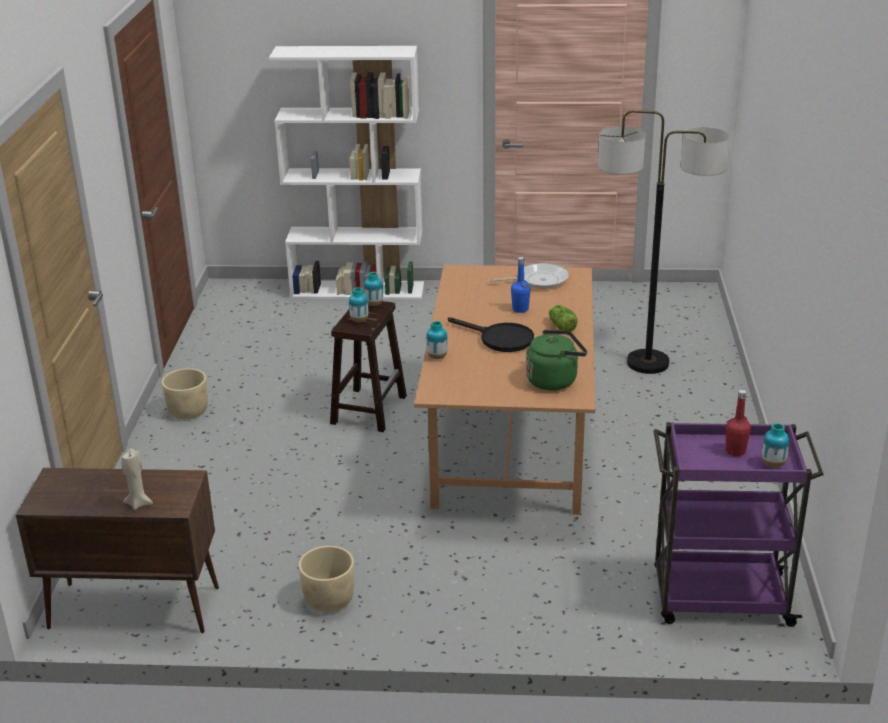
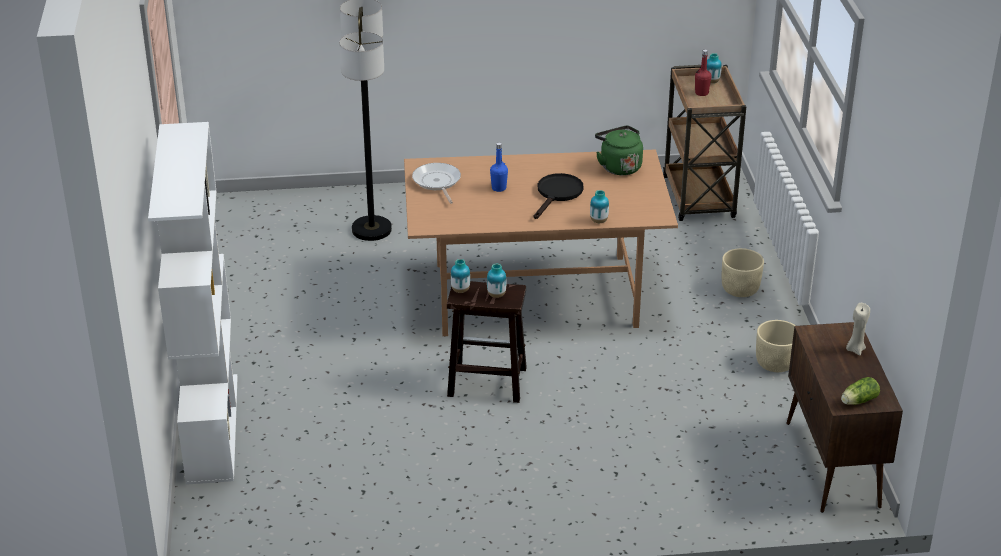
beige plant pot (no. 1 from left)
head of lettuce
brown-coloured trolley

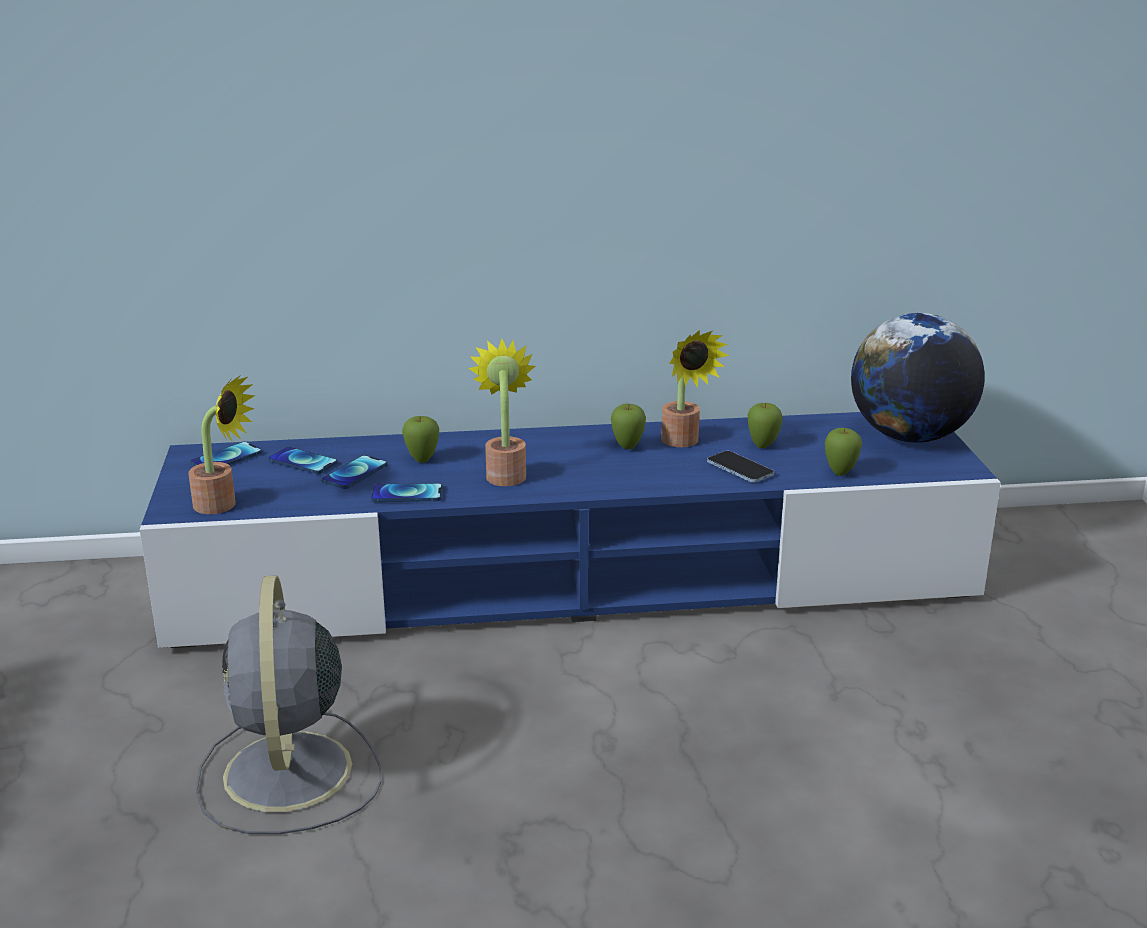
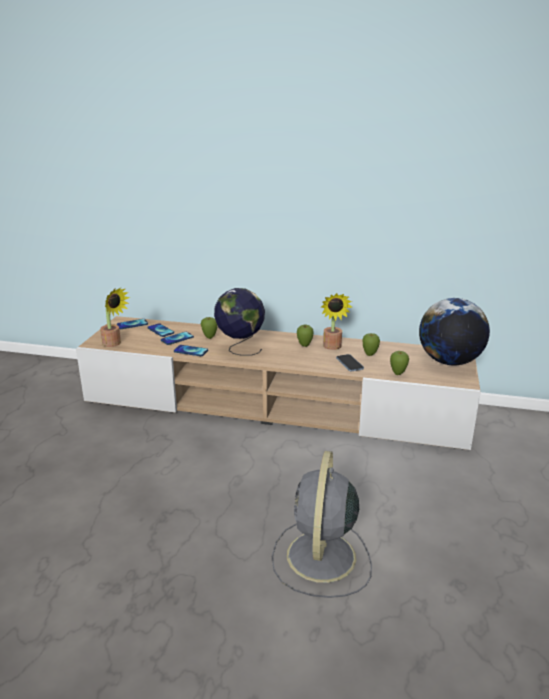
beige media console
greyish fan
world globe (no. 1 from left)

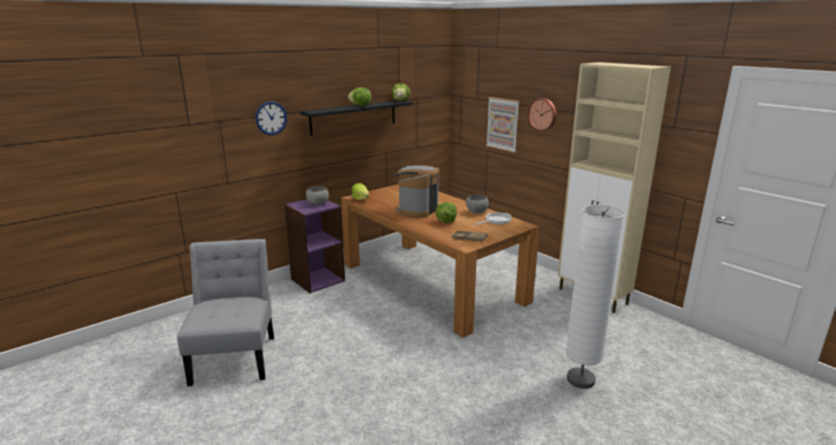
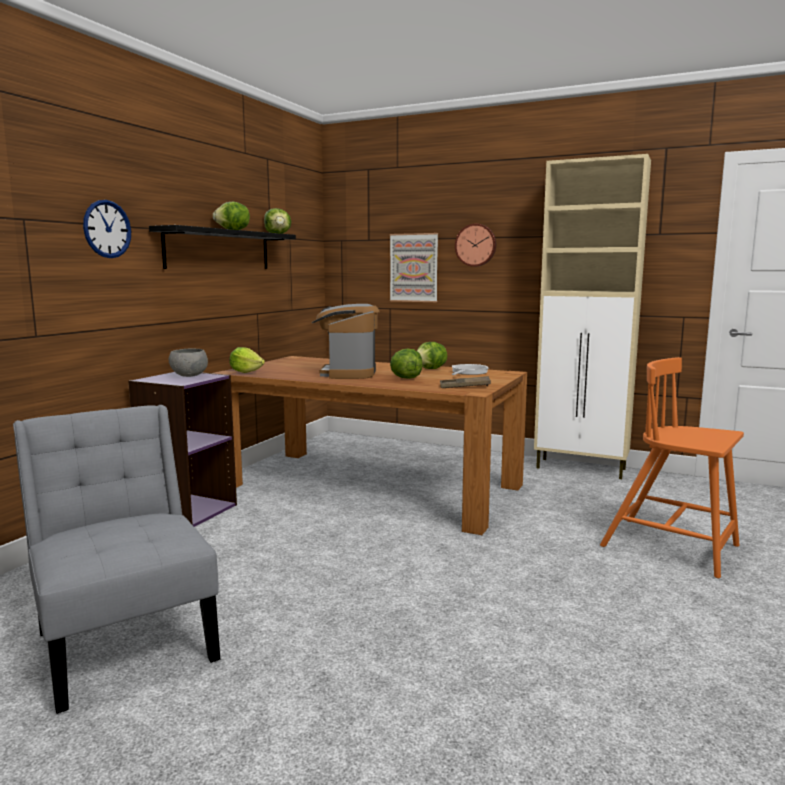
head of lettuce (no. 5 from left)
orange-coloured plain chair

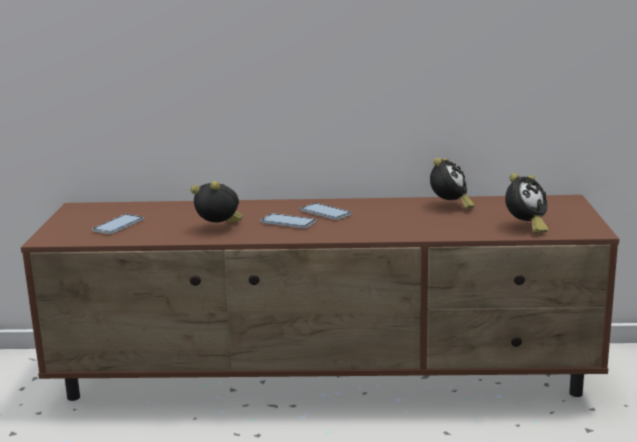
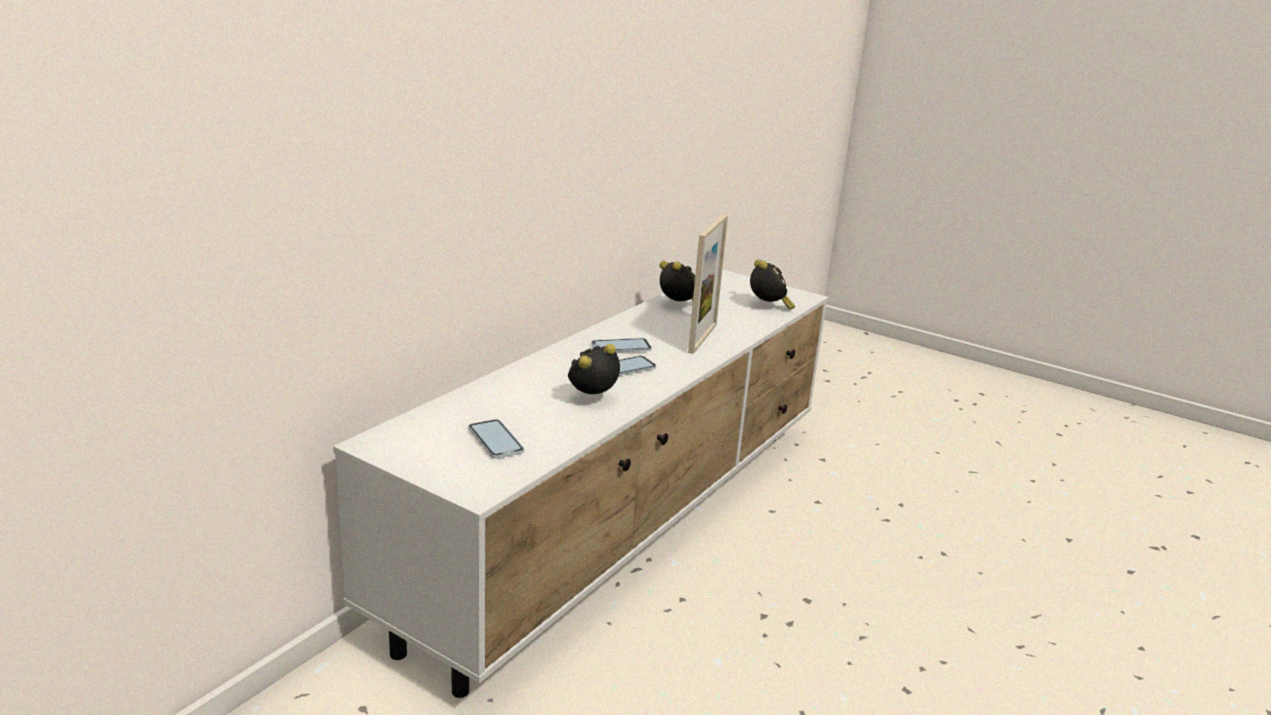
whitish media console
photo frame

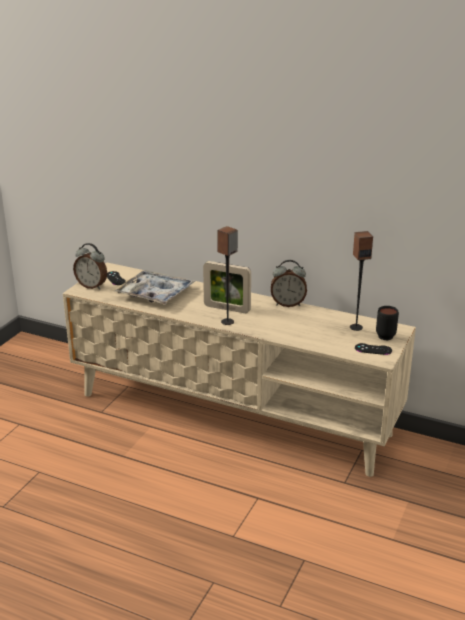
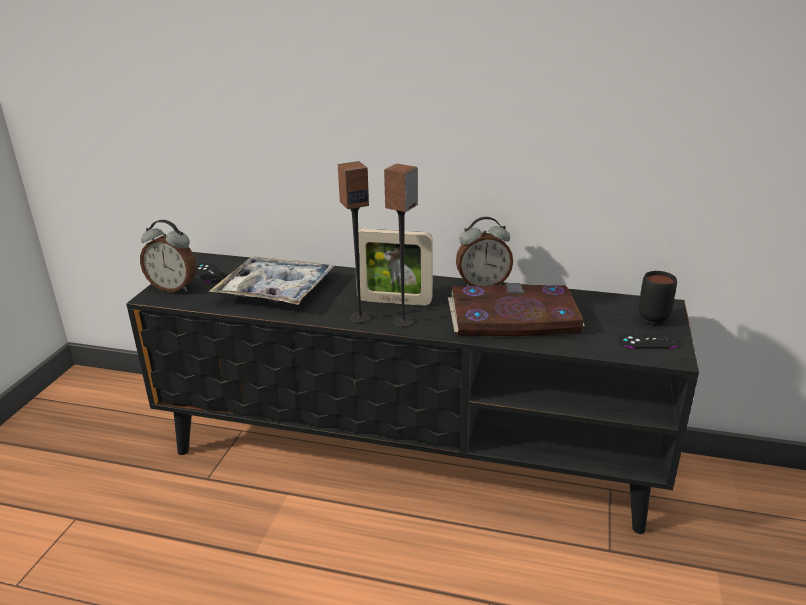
blackish media console
loudspeaker (no. 1 from left)
volume

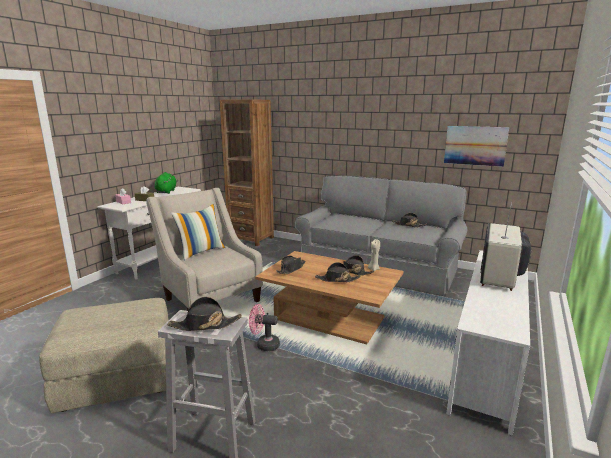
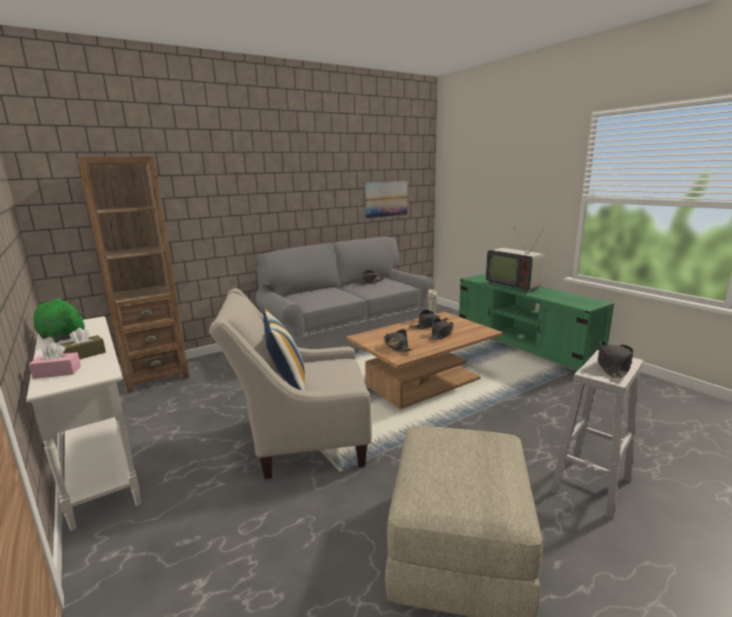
pinkish fan
green media console

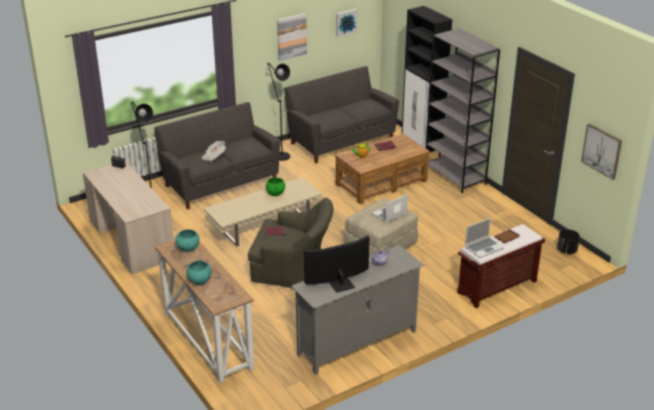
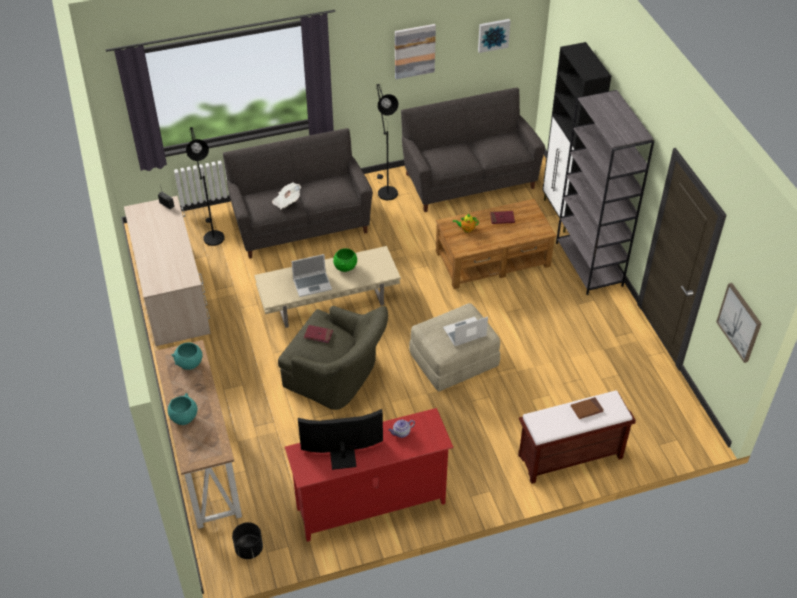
red media console
notebook computer (no. 1 from left)
blackish plant pot

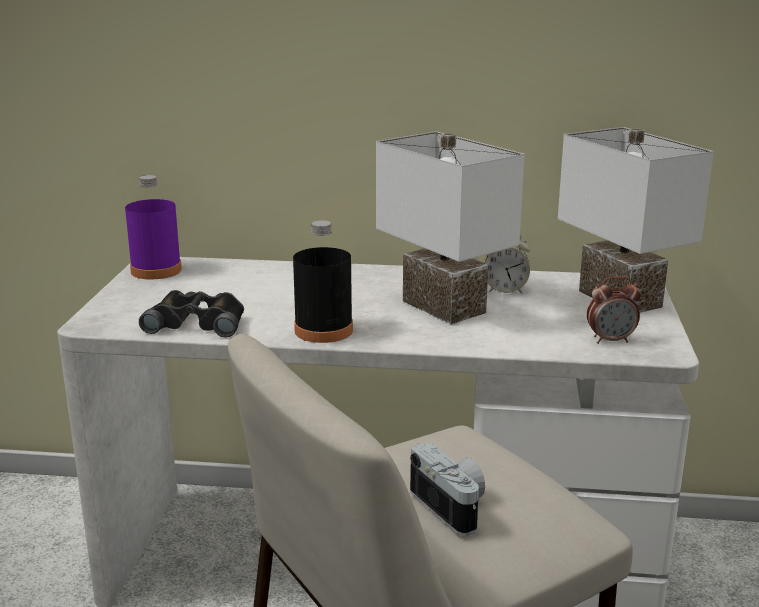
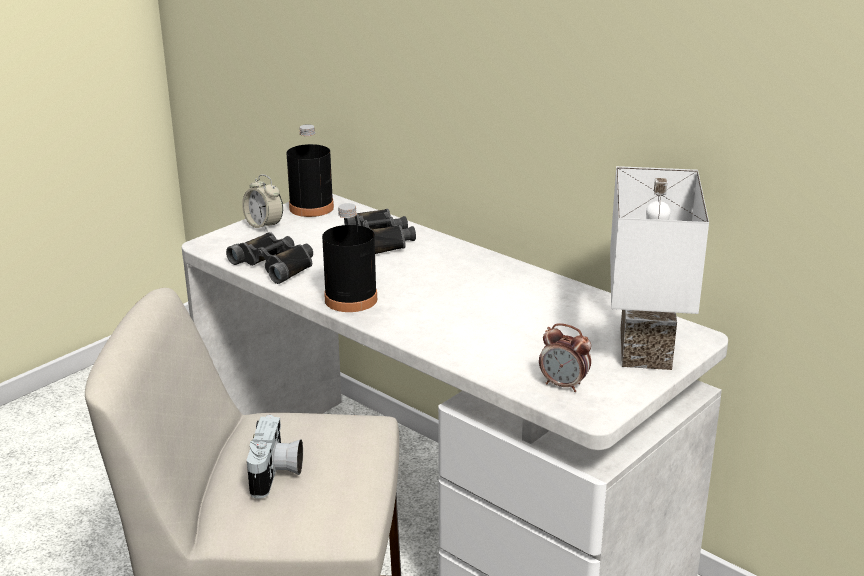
blackish bottle (no. 1 from left)
whitish table lamp (no. 1 from left in the first image)
table clock (no. 1 from left)
blackish field glasses (no. 2 from left)

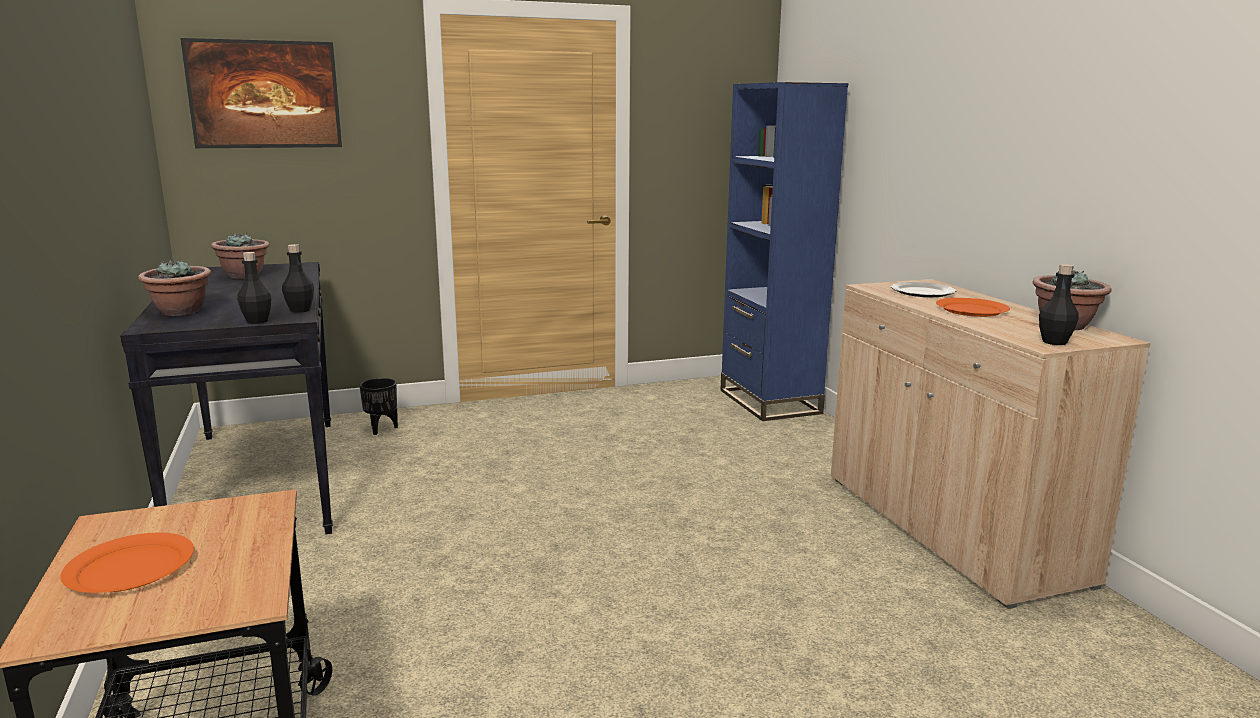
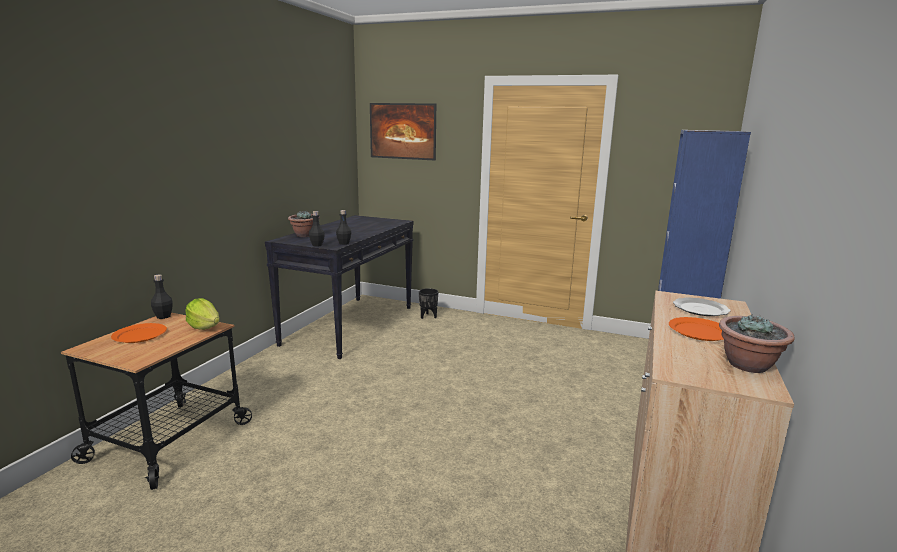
potted plant (no. 2 from left in the first image)
blackish bottle (no. 1 from left)
head of lettuce

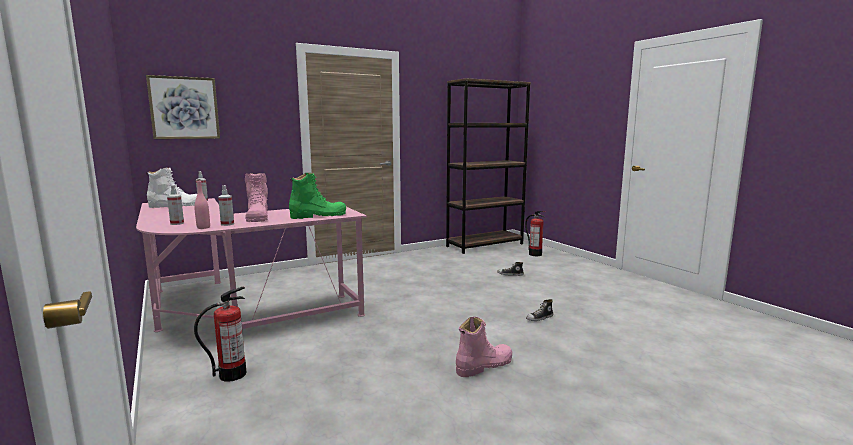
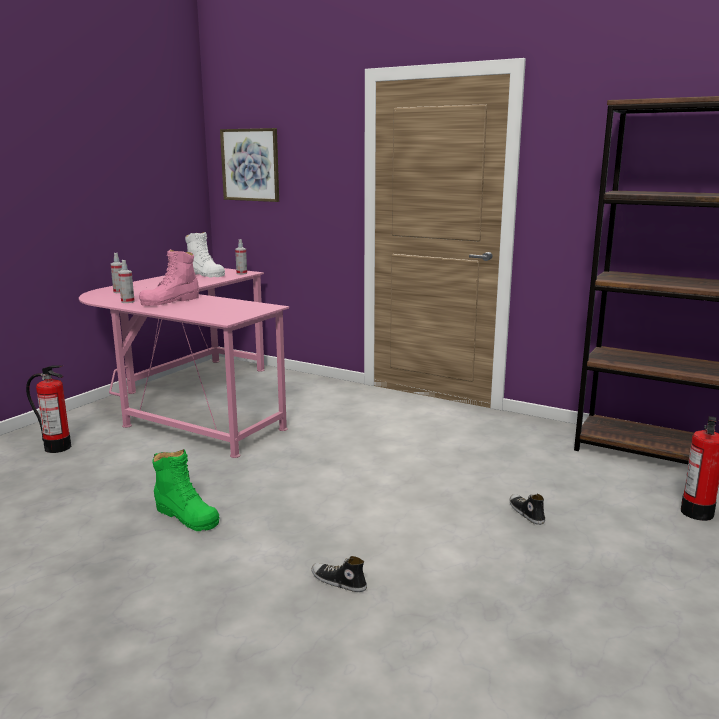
pinkish bottle
green boot
pinkish boot (no. 2 from left in the first image)

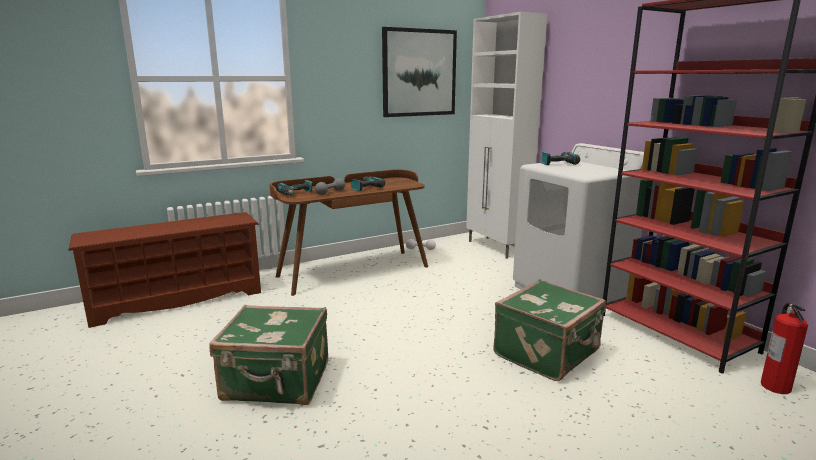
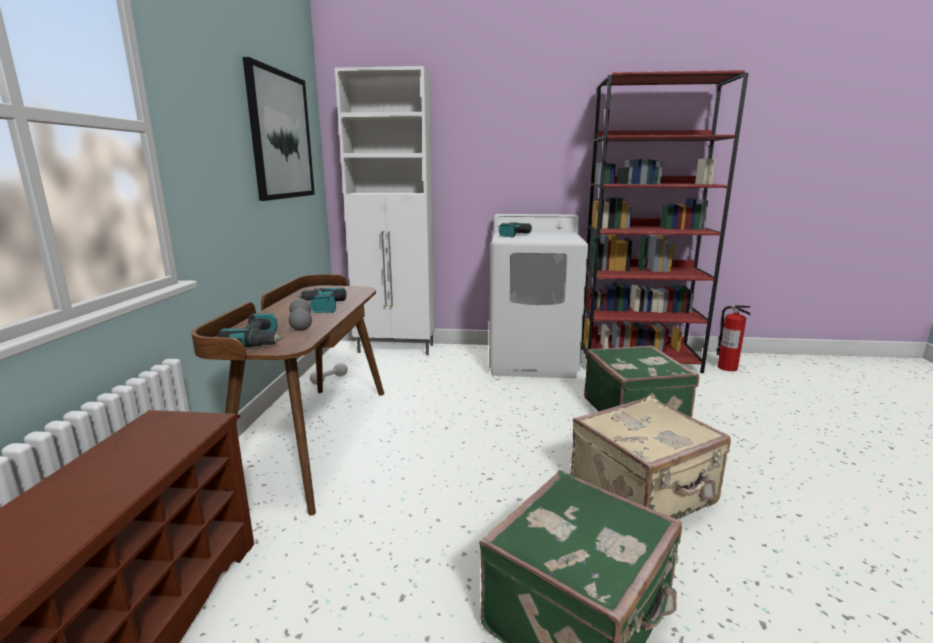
beige piece of luggage

